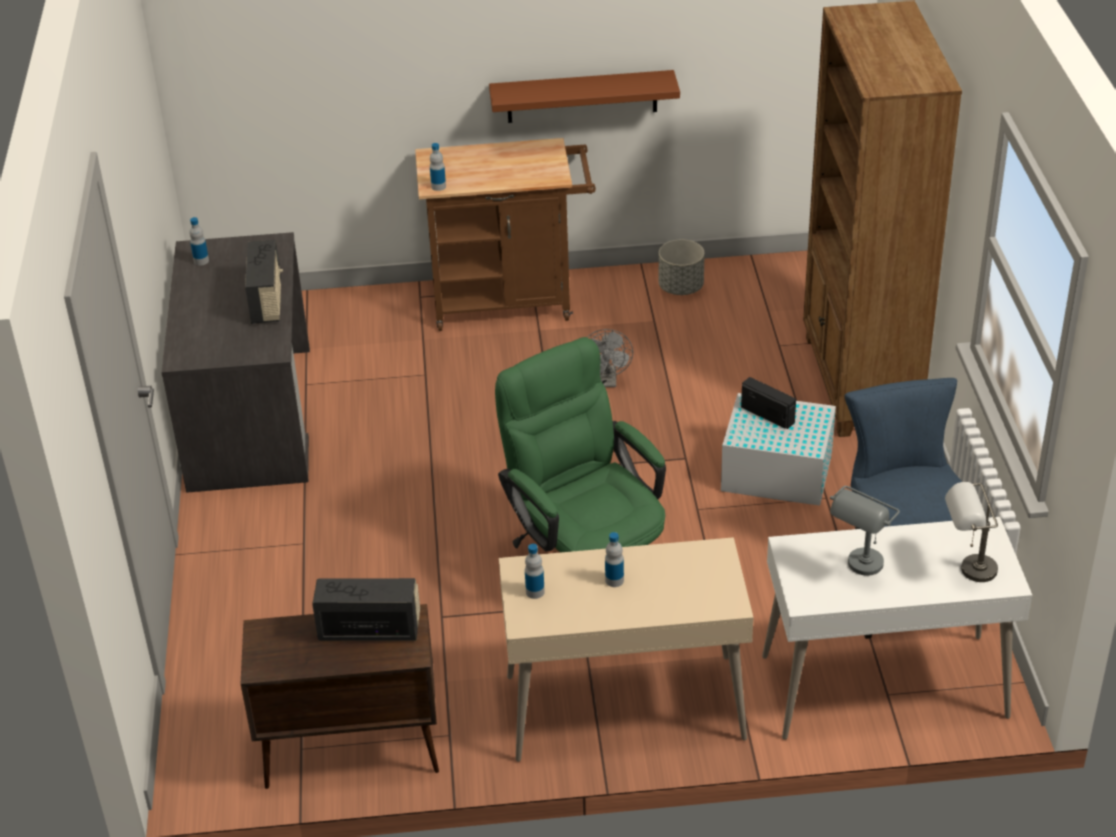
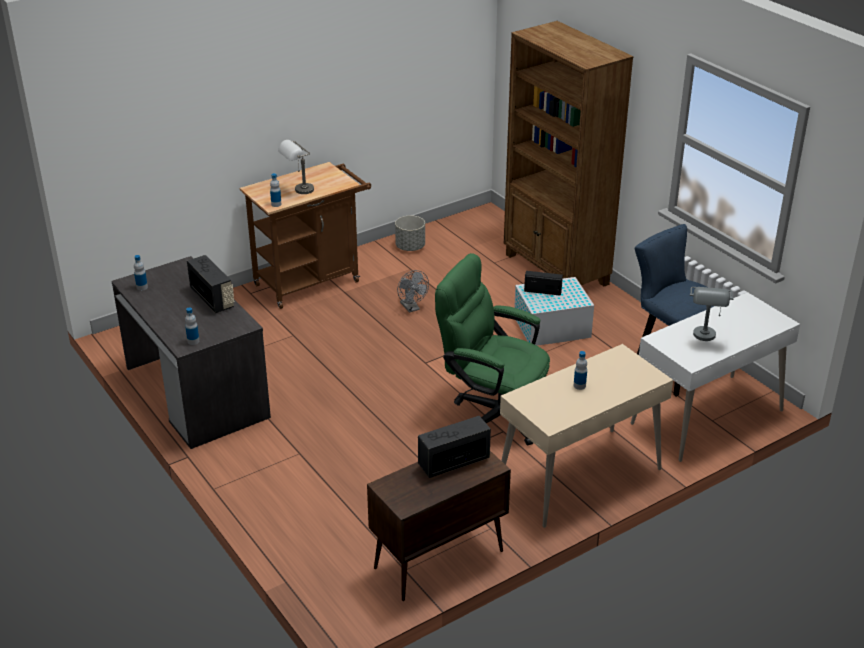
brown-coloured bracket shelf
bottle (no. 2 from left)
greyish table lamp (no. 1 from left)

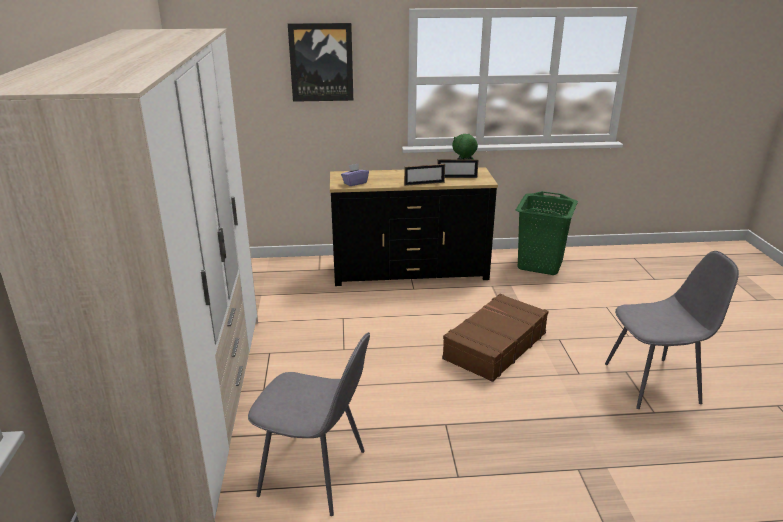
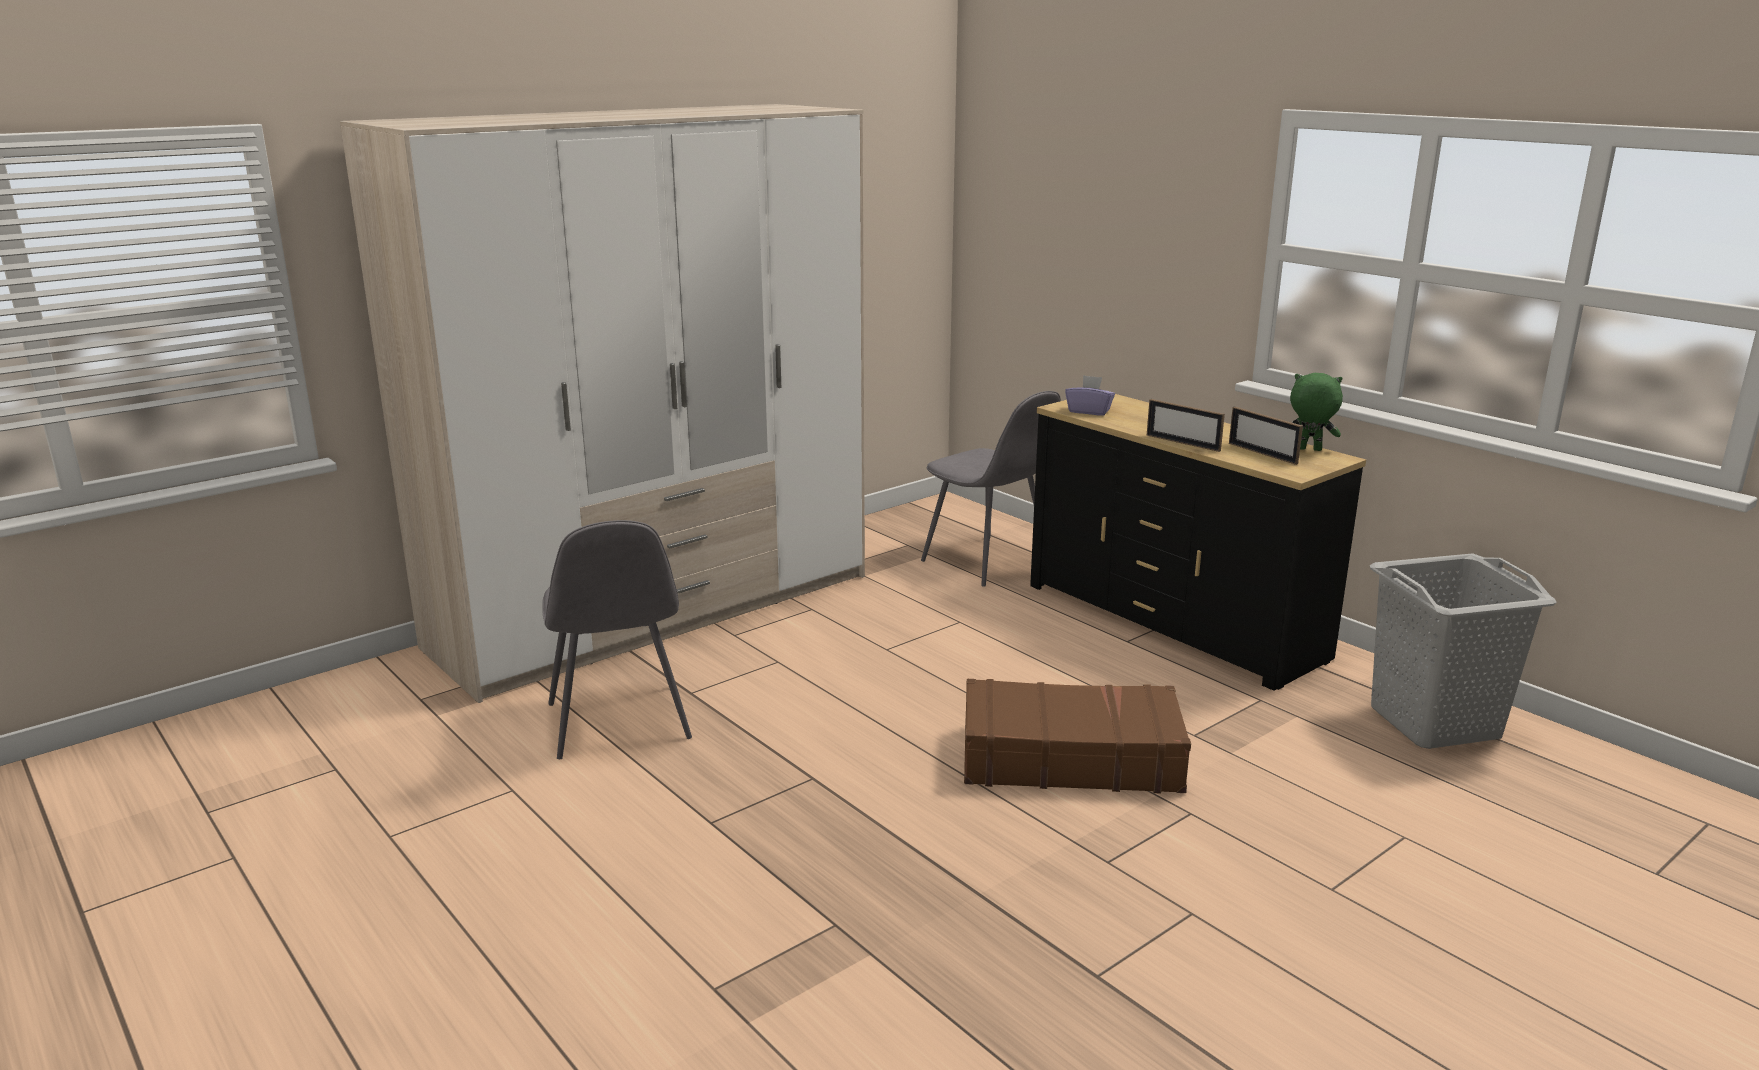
wall picture
greyish washing basket
greyish plain chair (no. 2 from left)

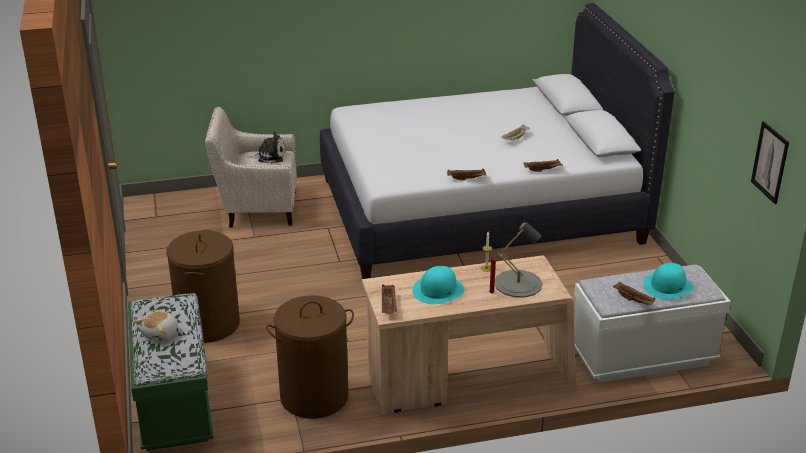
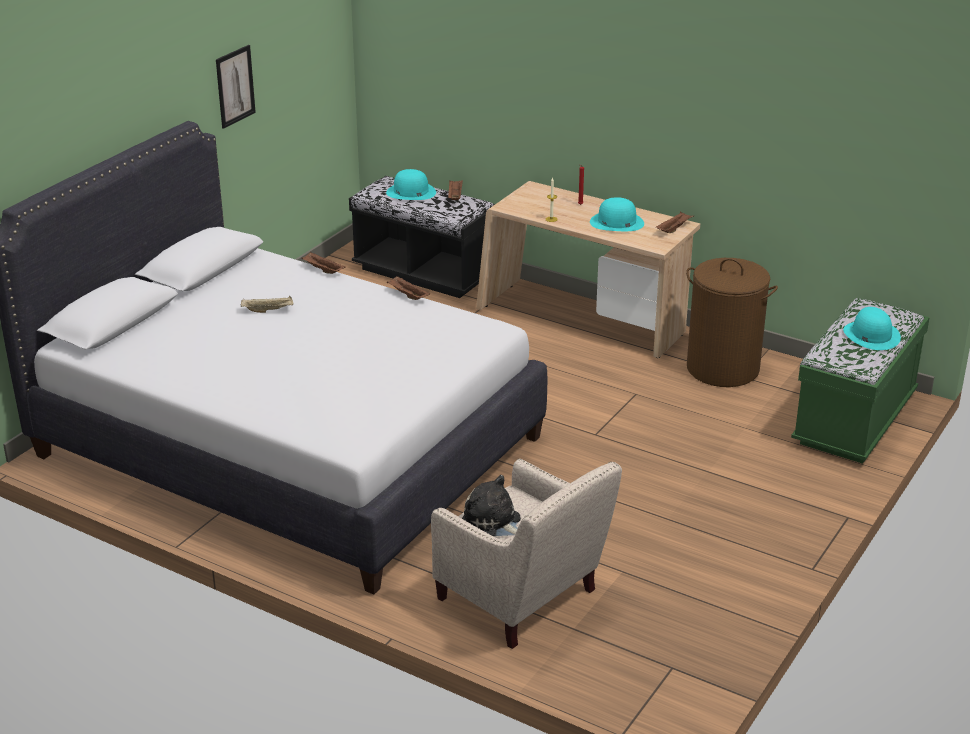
turquoise-coloured hat (no. 3 from left)
brown-coloured washing basket (no. 1 from left in the first image)
greyish table lamp
blackish bench
wall picture

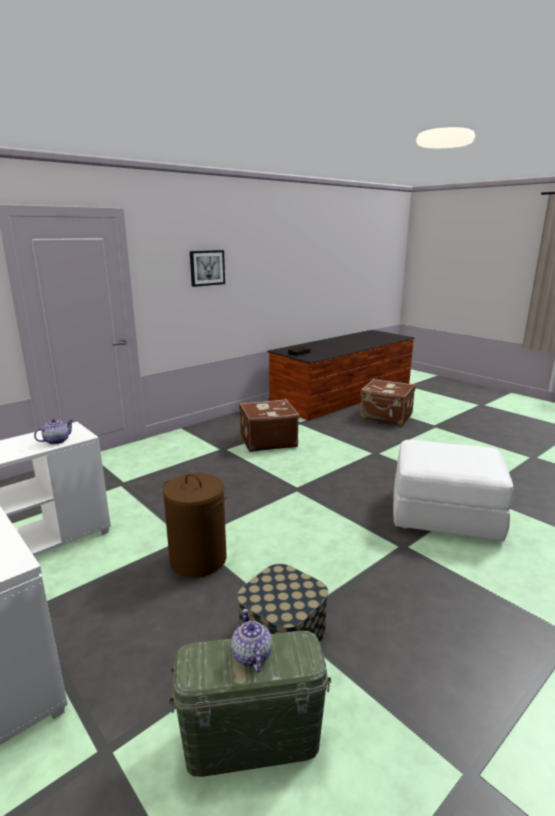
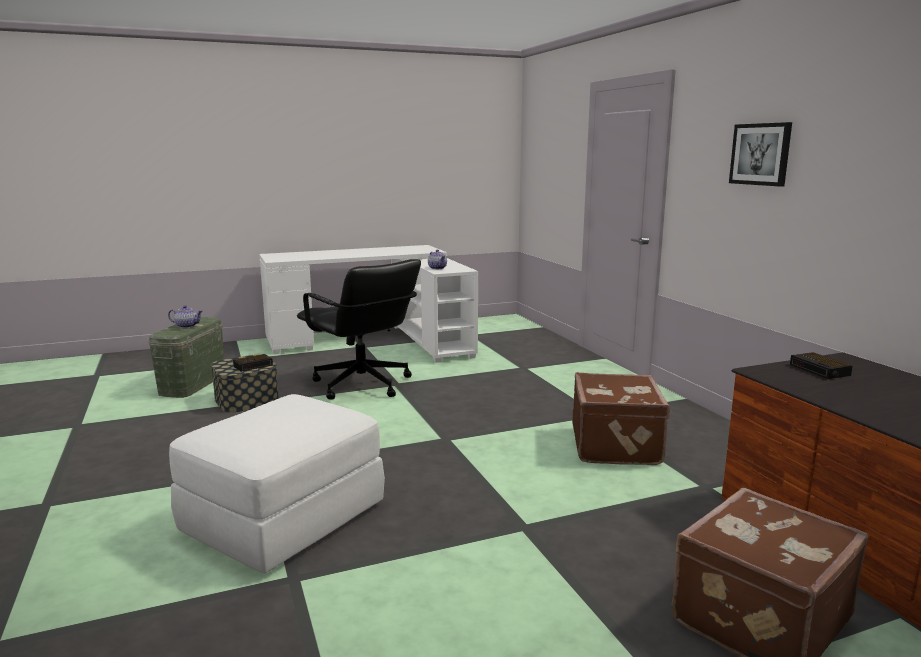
blackish computer chair
table clock (no. 1 from left)

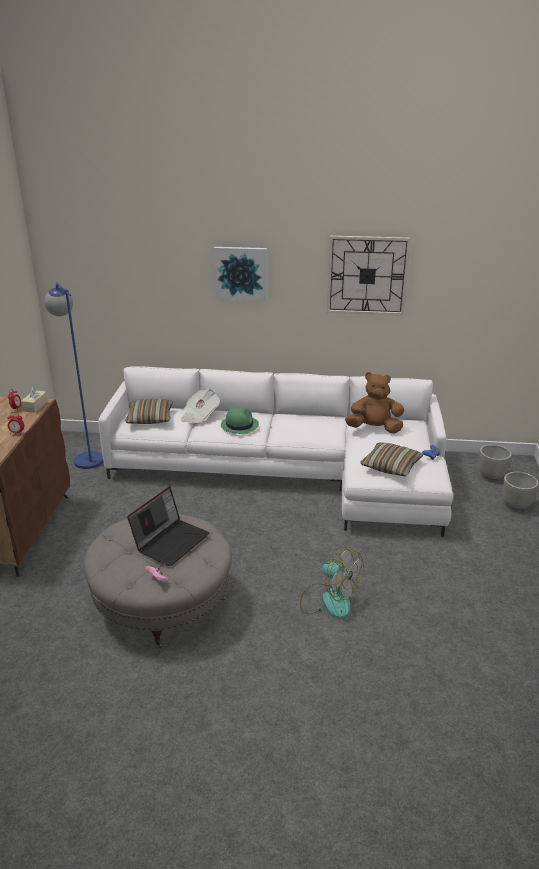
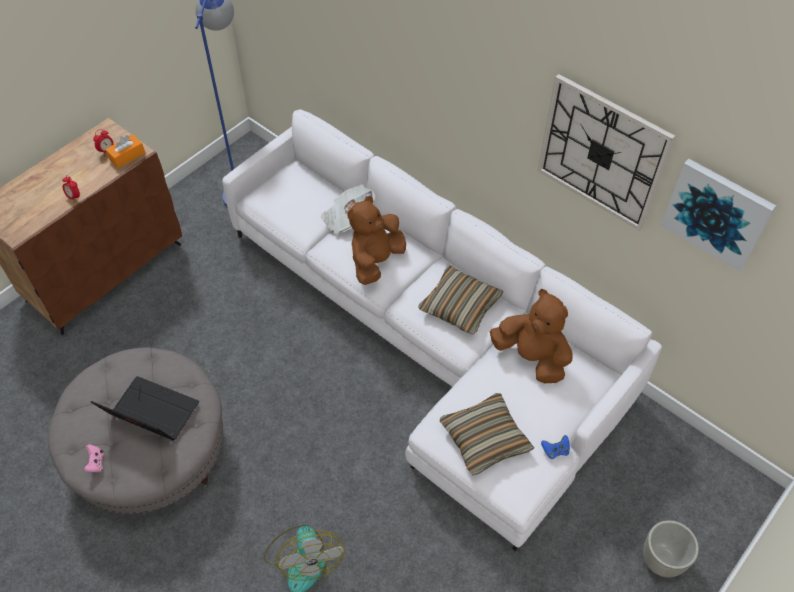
orange-coloured box of tissues
throw pillow (no. 1 from left)
notebook computer
wall picture
brown-coloured plush toy (no. 1 from left)
greyish plant pot (no. 1 from left in the first image)

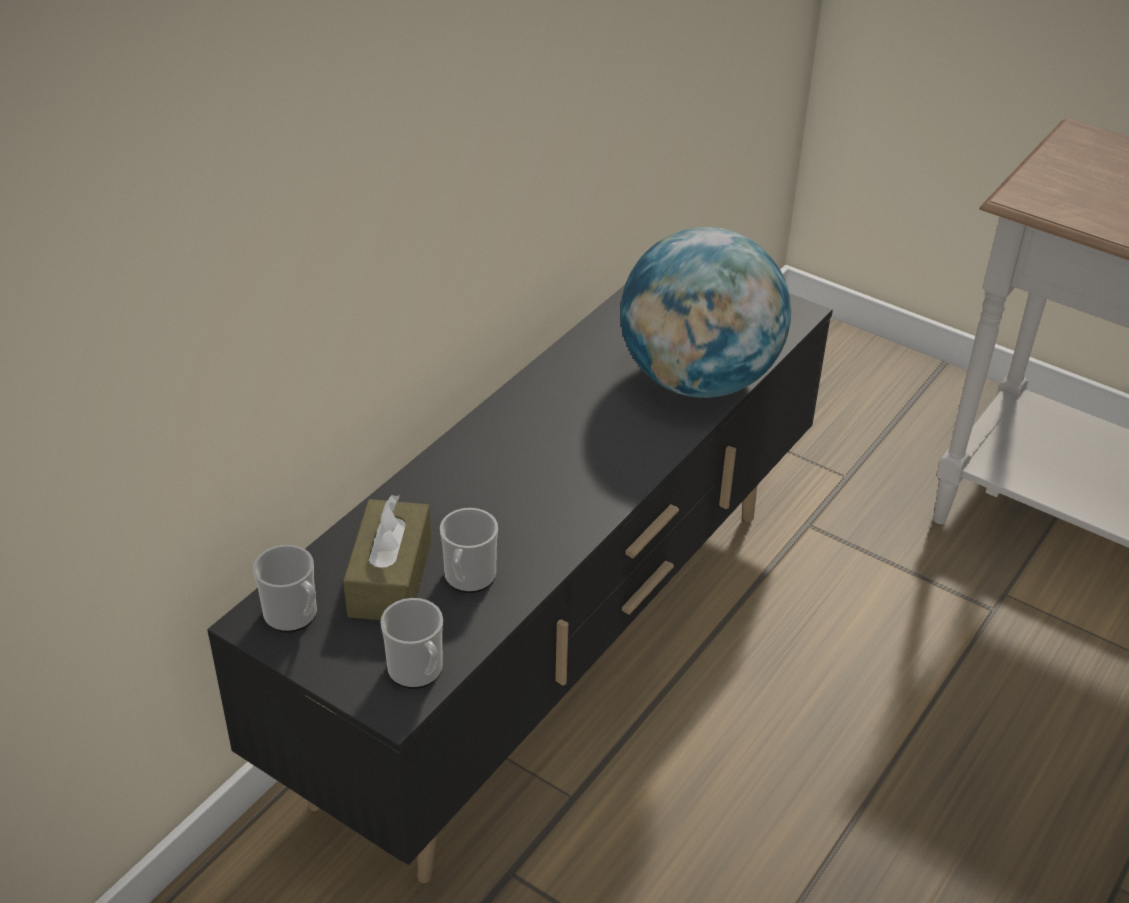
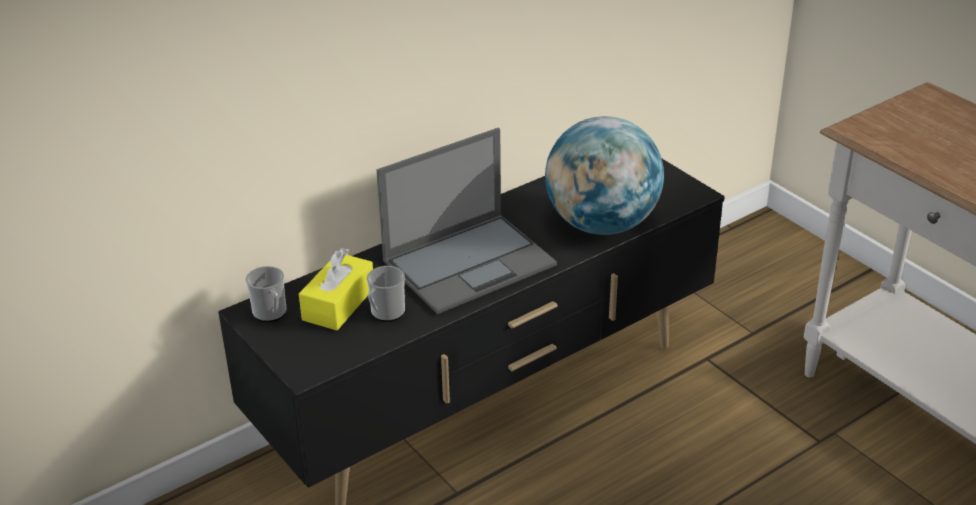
yellow box of tissues
mug (no. 2 from left in the first image)
notebook computer

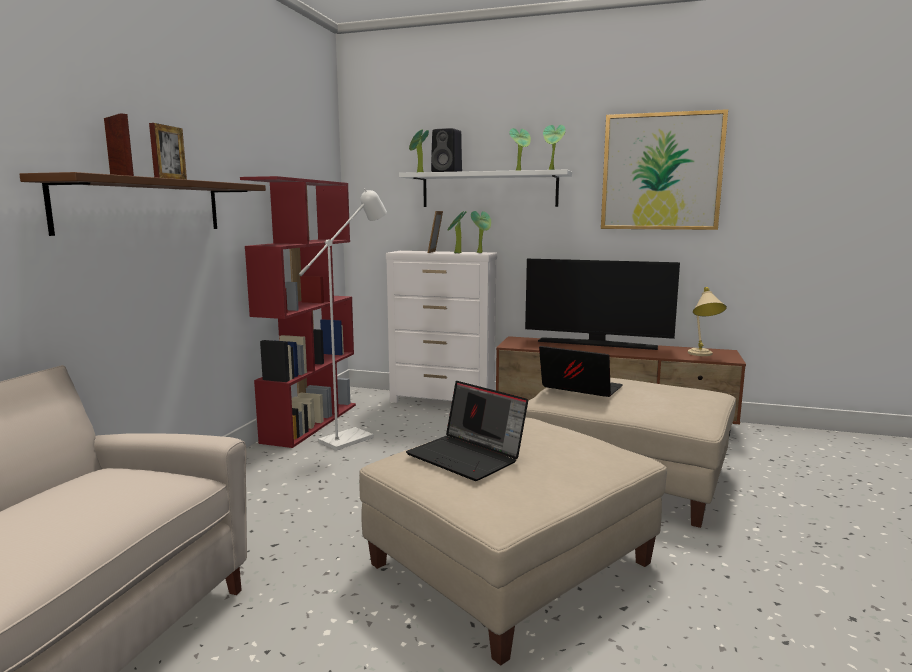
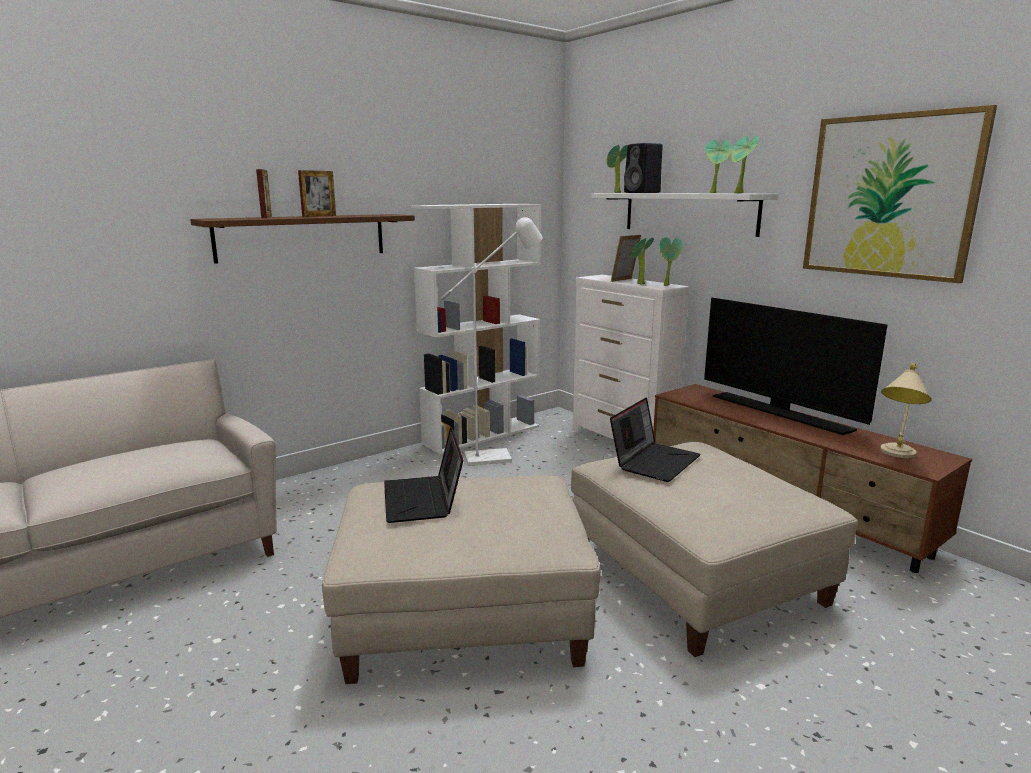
whitish bookshelf
notebook computer (no. 2 from left)

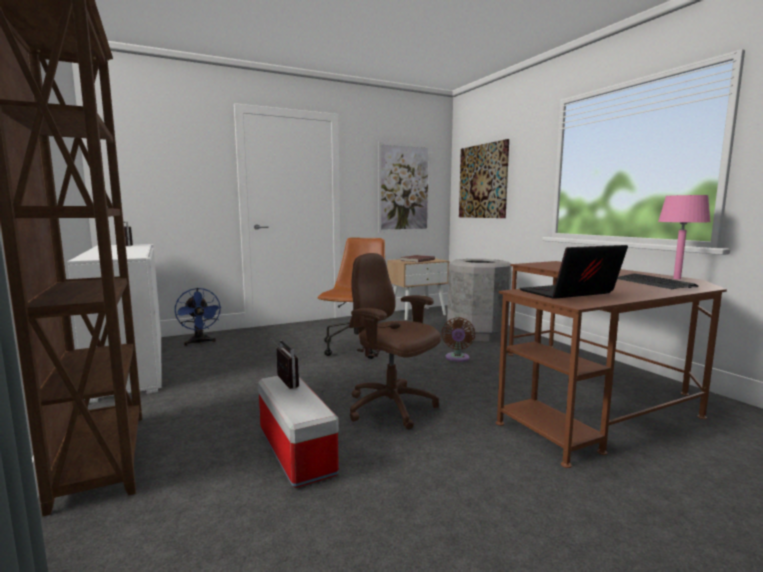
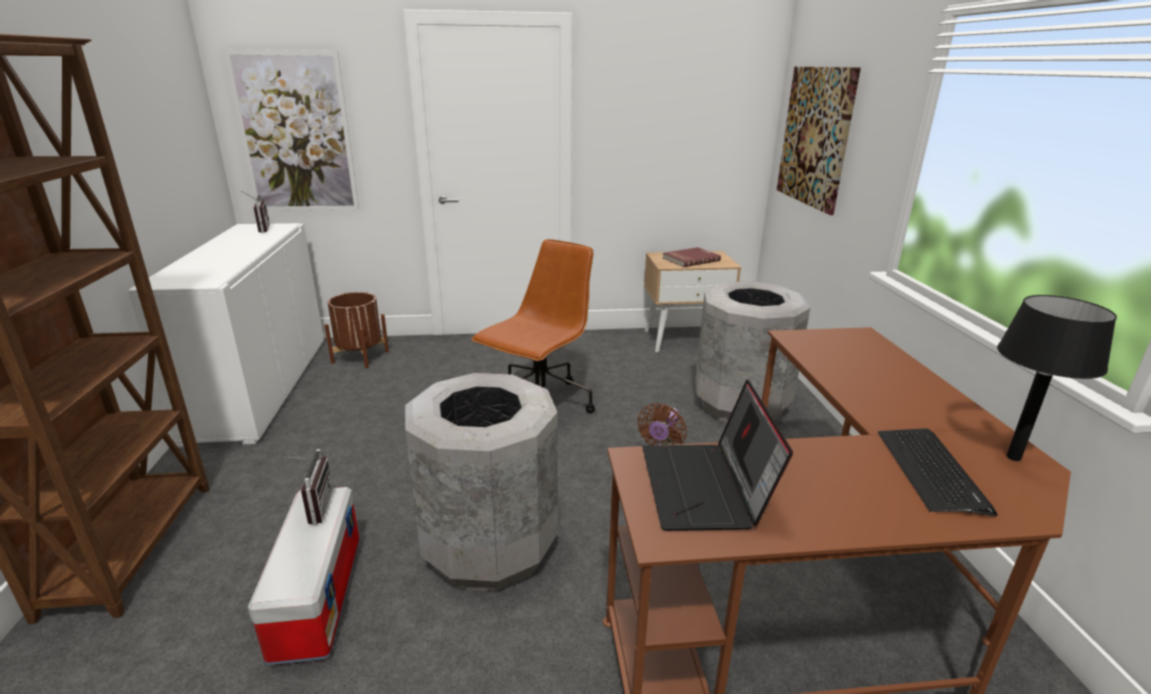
brown-coloured plant pot
greyish waste bin (no. 1 from left)
wall picture (no. 1 from left)
notebook computer
blackish table lamp

